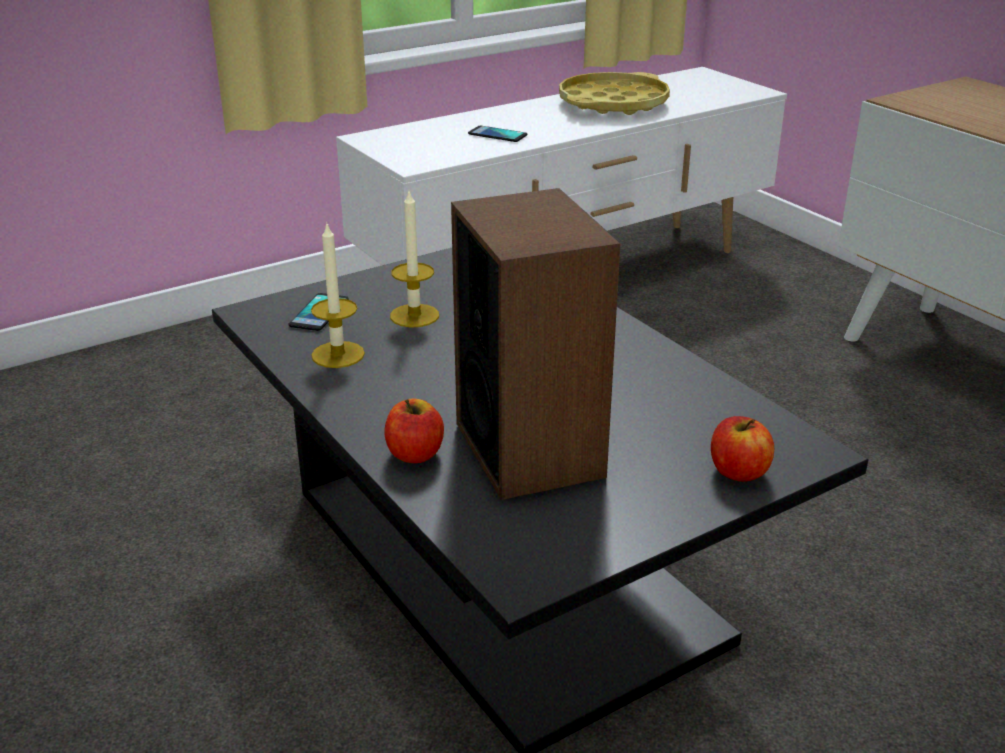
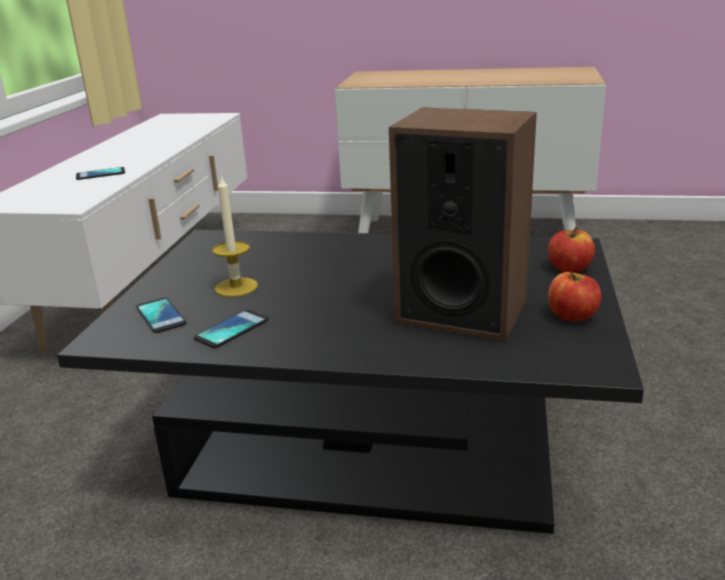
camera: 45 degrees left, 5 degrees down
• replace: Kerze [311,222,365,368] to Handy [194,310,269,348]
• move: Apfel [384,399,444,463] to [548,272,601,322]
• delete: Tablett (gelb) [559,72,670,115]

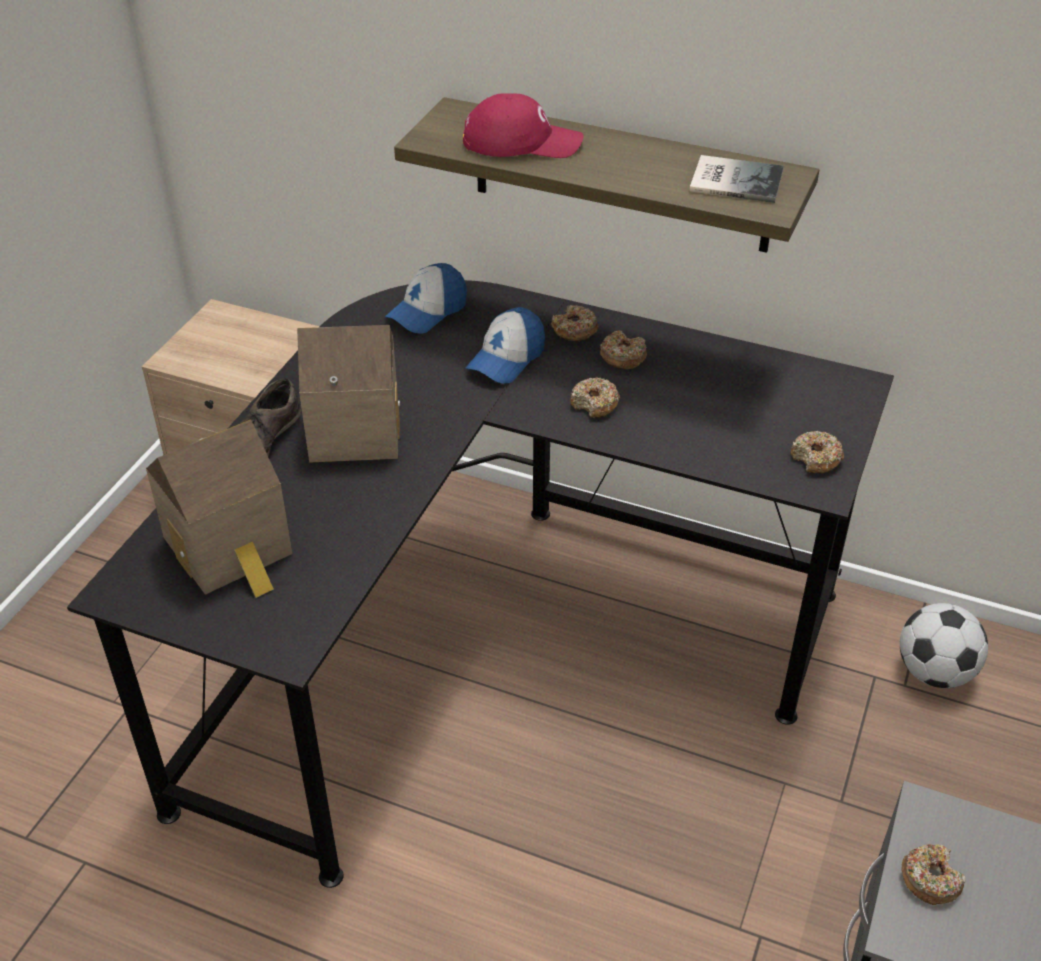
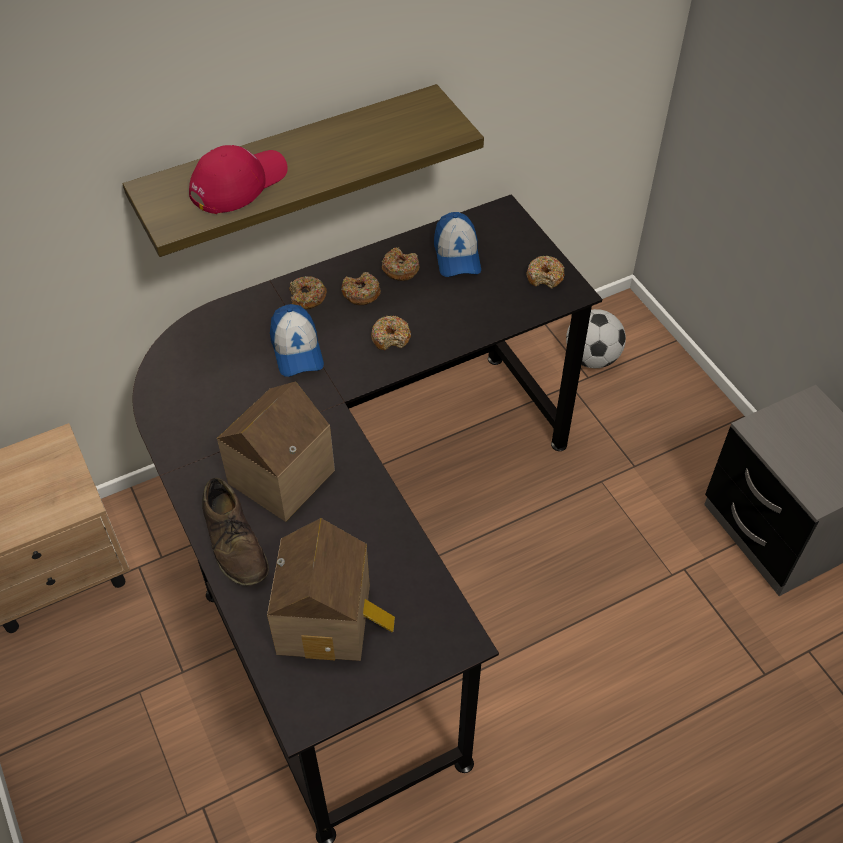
camera: 50 degrees left, 10 degrees up
• move: Donut [901,844,966,905] to [381,247,420,281]
• move: Kappe [385,263,467,334] to [434,212,481,277]
• delete: Buch [689,155,784,203]

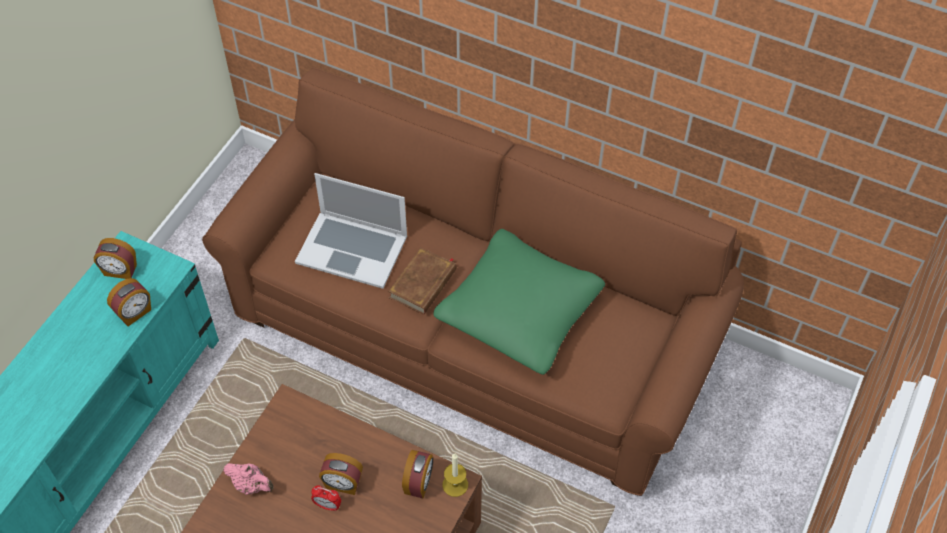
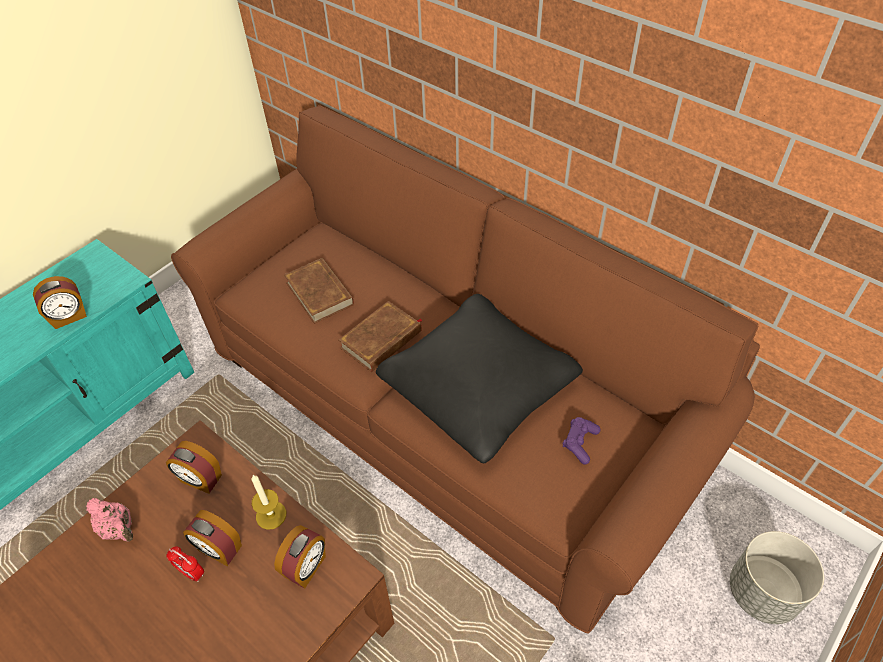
camera: 15 degrees right, 5 degrees down
• move: Wecker [94,238,137,279] to [166,441,222,494]
• move: Kerze [442,453,468,497] to [251,475,286,530]
• replace: Laptop [295,173,407,289] to Buch (braun) [284,258,354,324]
• recolor: Kissen (grün) [433,229,605,375] to Kissen (schwarz) [376,294,583,463]
• insert: Gamepad (lila) [562,417,601,465]
• insert: Pflanzkübel (grau) [730,531,824,624]

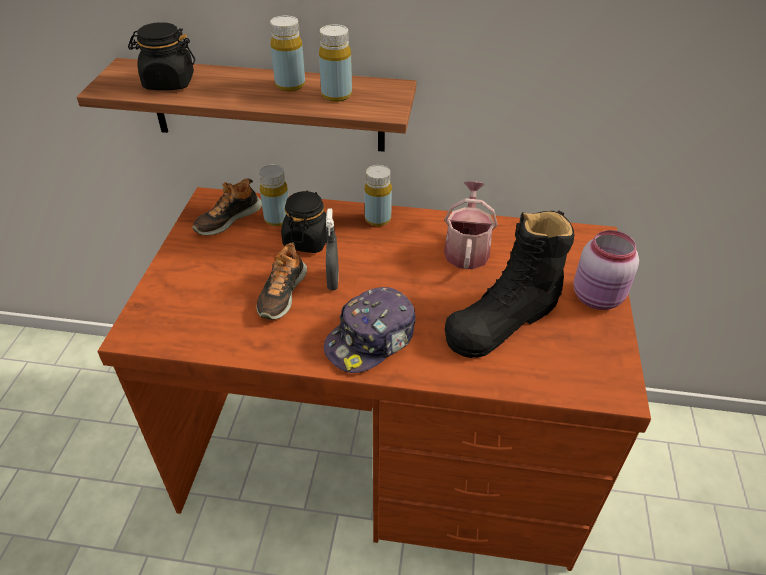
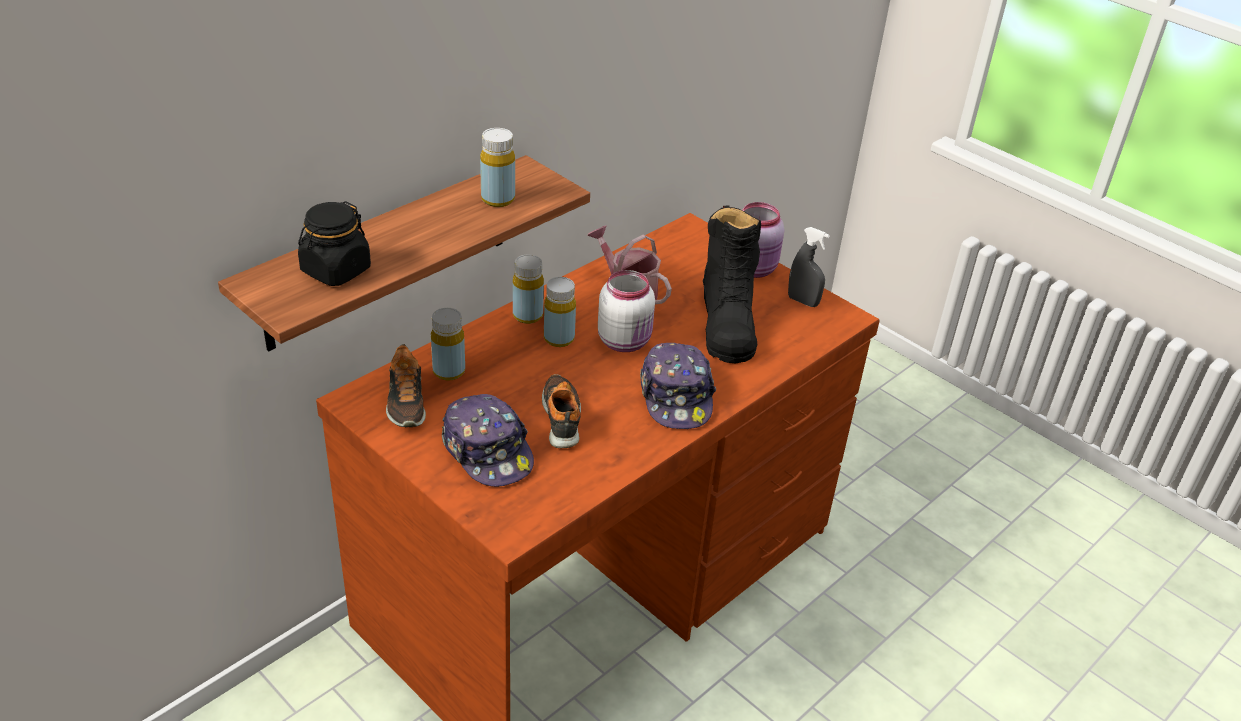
camera: 55 degrees left, 5 degrees down
• insert: Kappe [442,394,534,487]
• rotate: Schuh [257,243,307,320] = [542,374,581,448] 150 degrees counterclockwise
• move: Flasche (gelb) [270,16,305,91] to [544,277,576,347]
• insert: Vorratsglas (weiß) [598,270,655,352]
• move: Sprühflasche (grau) [326,209,339,290] to [788,227,830,307]
• delete: Vorratsglas (schwarz) [281,191,327,253]

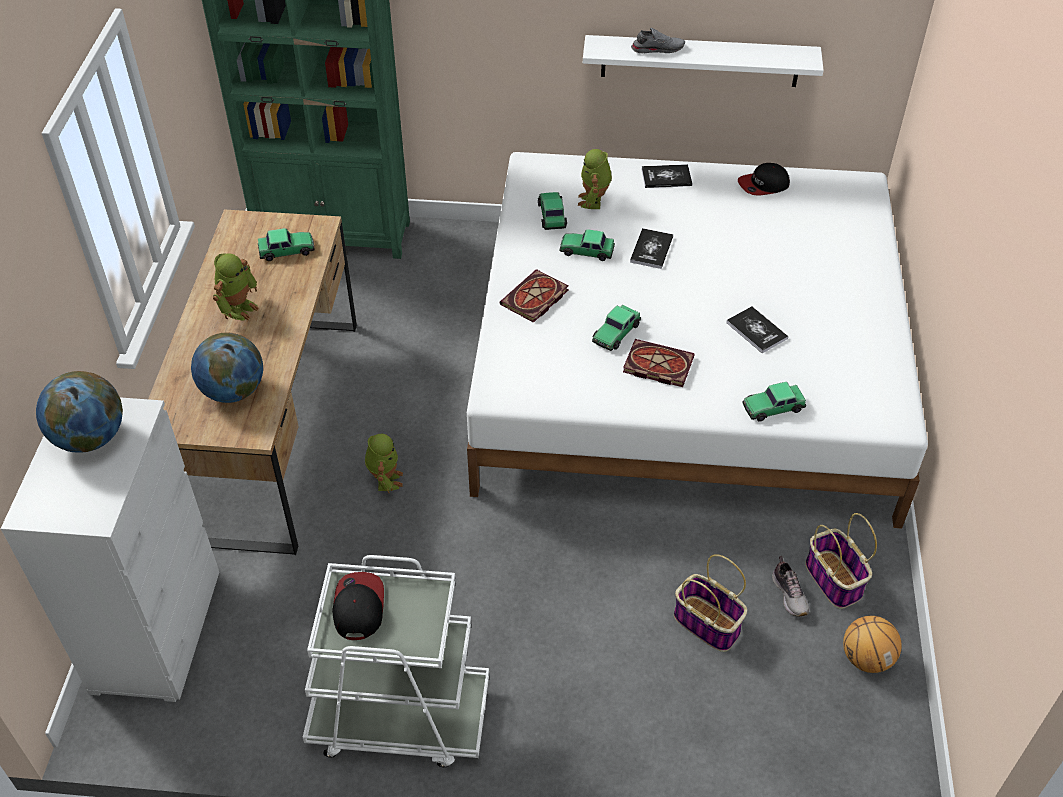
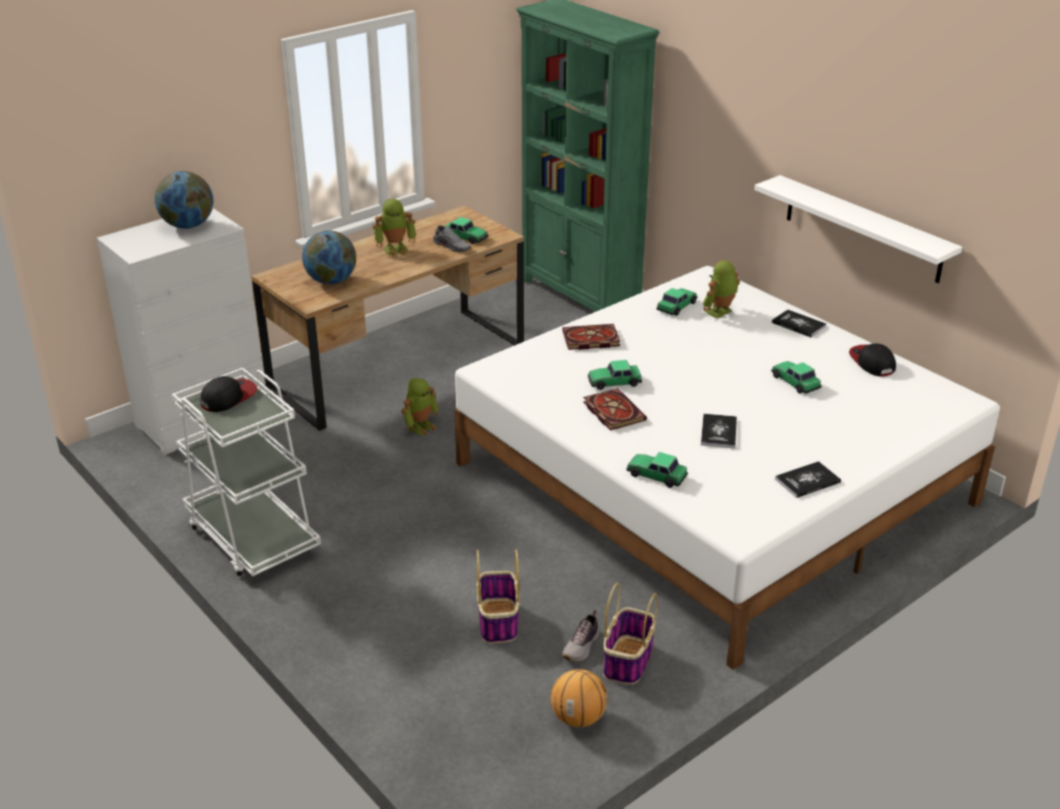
camera: 45 degrees right, 15 degrees down
• move: Schuh (grau) [631,28,685,54] to [433,225,471,252]
• move: Spielzeugauto [560,229,615,261] to [771,361,821,394]
• move: Buch [630,228,673,269] to [775,461,841,498]
• rotate: Kappe [738,163,790,196] = [849,343,896,377] 45 degrees clockwise

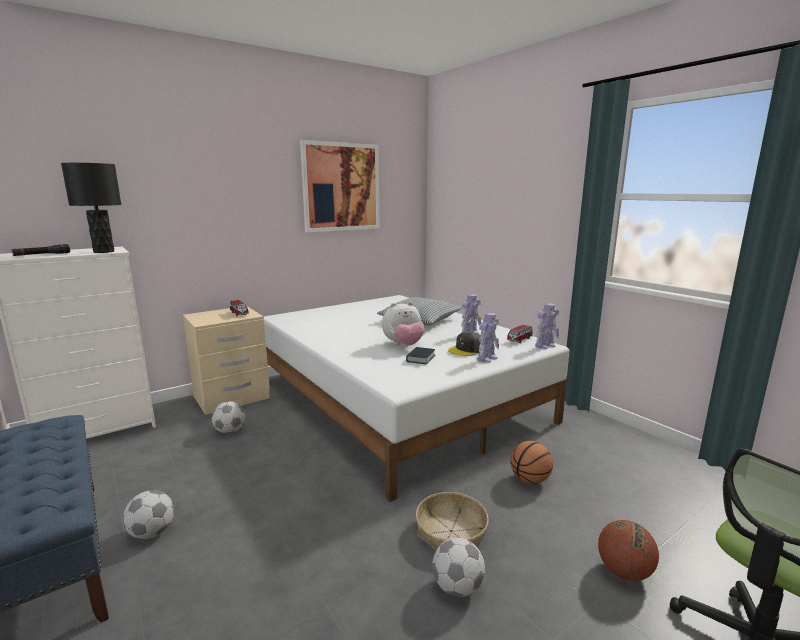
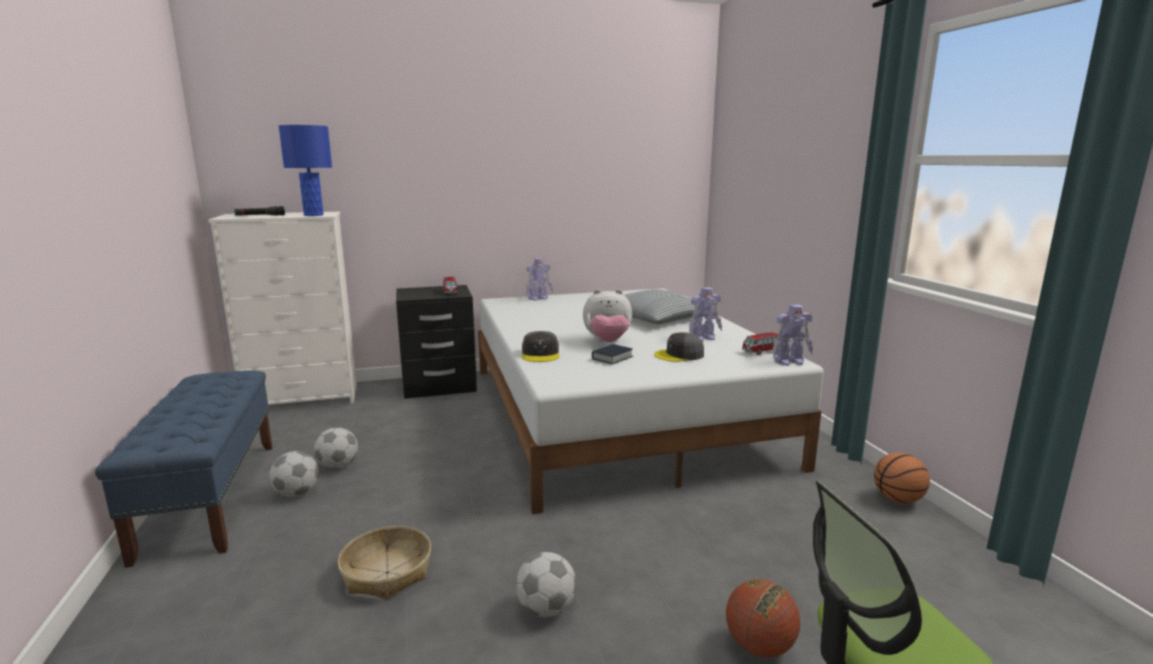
camera: 20 degrees right, 0 degrees up
• recolor: Tischlampe (schwarz) [61,163,121,253] to Tischlampe (blau) [279,125,332,216]
• move: Fußball [212,401,245,434] to [314,427,358,469]
• move: Korb [416,492,489,550] to [338,526,431,600]
• recolor: Nachttisch (beige) [183,306,270,415] to Nachttisch (schwarz) [396,285,477,399]
• insert: Kappe (grau) [522,331,559,362]
• move: Spielzeugroboter [477,313,499,363] to [526,258,554,301]
• move: Basketball [510,441,553,484] to [874,453,930,504]
• delete: Bild [300,140,380,232]

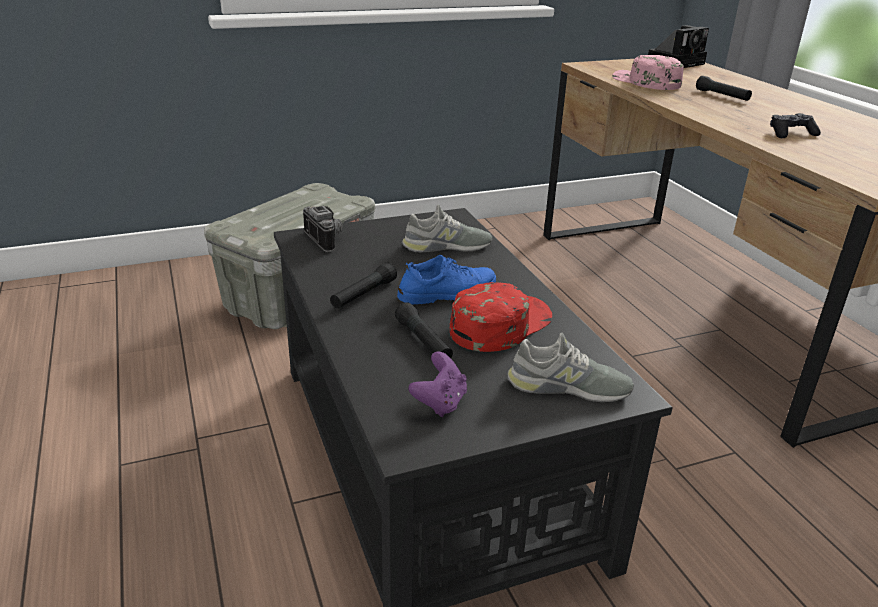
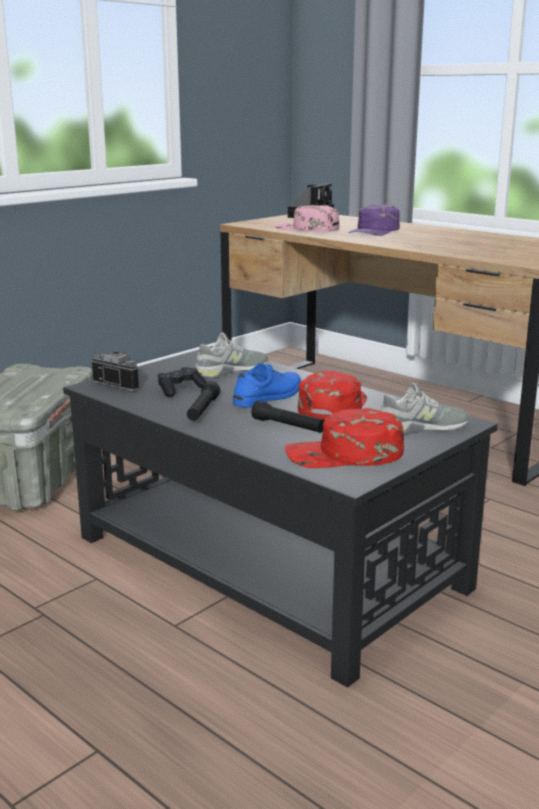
camera: 25 degrees left, 10 degrees down
• move: Gamepad (schwarz) [770,113,821,138] to [158,367,207,397]
• replace: Gamepad (lila) [408,352,467,417] to Kappe (rot) [285,408,404,468]
• replace: Taschenlampe (schwarz) [696,76,752,101] to Kappe (lila) [348,204,400,236]

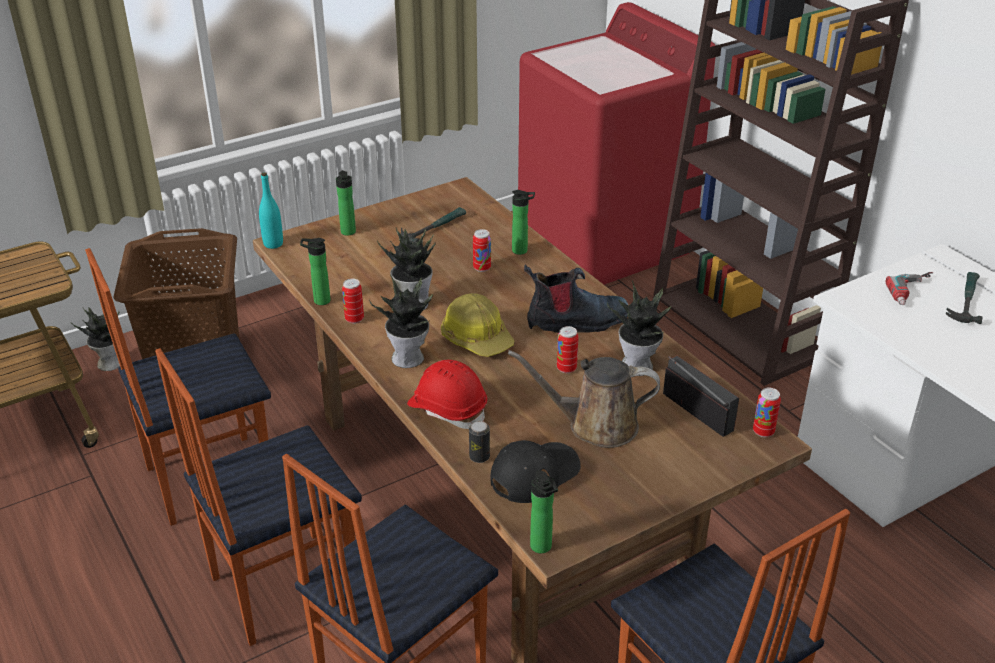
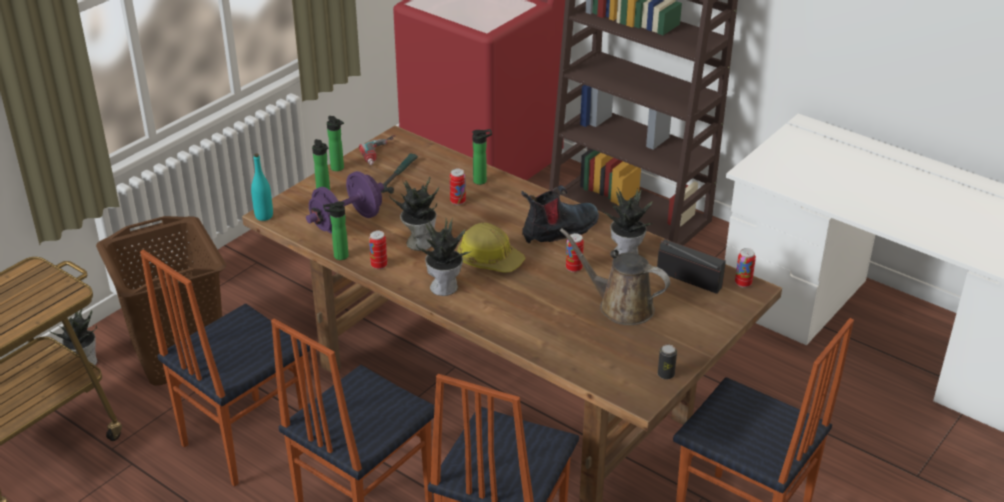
camera: 20 degrees left, 0 degrees up
• insert: Hantel (lila) [306,171,384,234]
• move: Flasche [530,470,558,553] to [327,116,344,171]
• move: Bohrmaschine [886,272,933,305] to [359,135,396,165]
• rotate: Gießkanne (braun) [508,350,660,448] = [560,228,670,325] 45 degrees clockwise
• move: Dose [469,421,490,463] to [658,345,677,379]
• delete: Schutzhelm (rot) [407,360,487,429]
• delete: Kappe (schwarz) [490,440,581,503]
• delete: Hammer [946,272,983,324]

